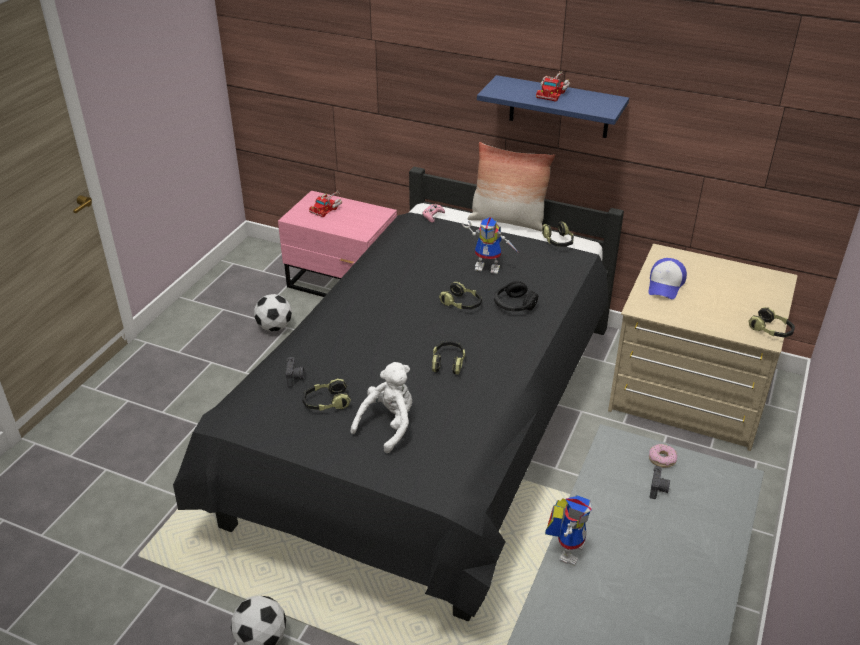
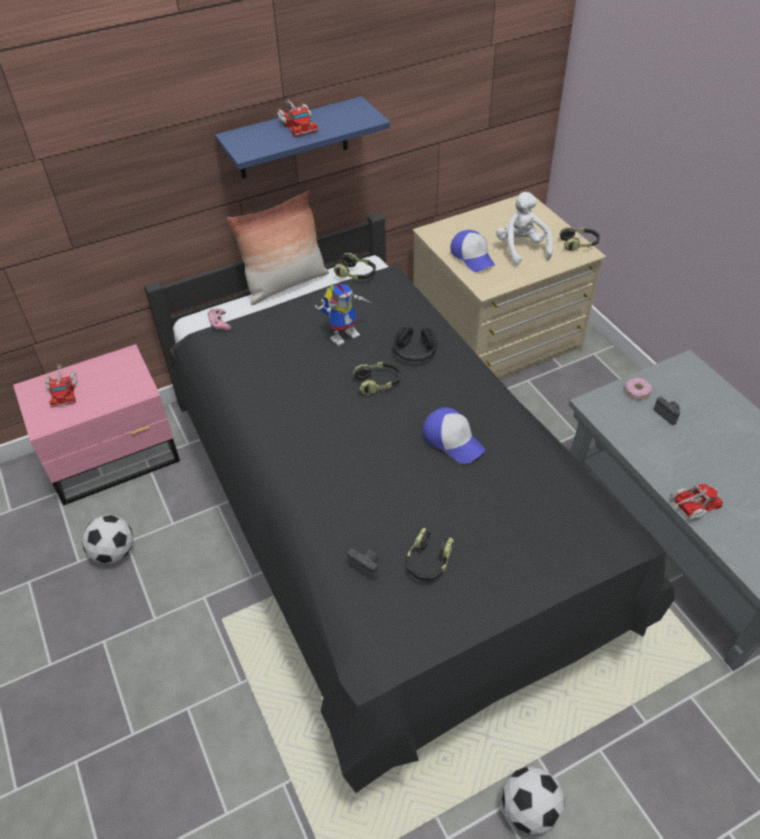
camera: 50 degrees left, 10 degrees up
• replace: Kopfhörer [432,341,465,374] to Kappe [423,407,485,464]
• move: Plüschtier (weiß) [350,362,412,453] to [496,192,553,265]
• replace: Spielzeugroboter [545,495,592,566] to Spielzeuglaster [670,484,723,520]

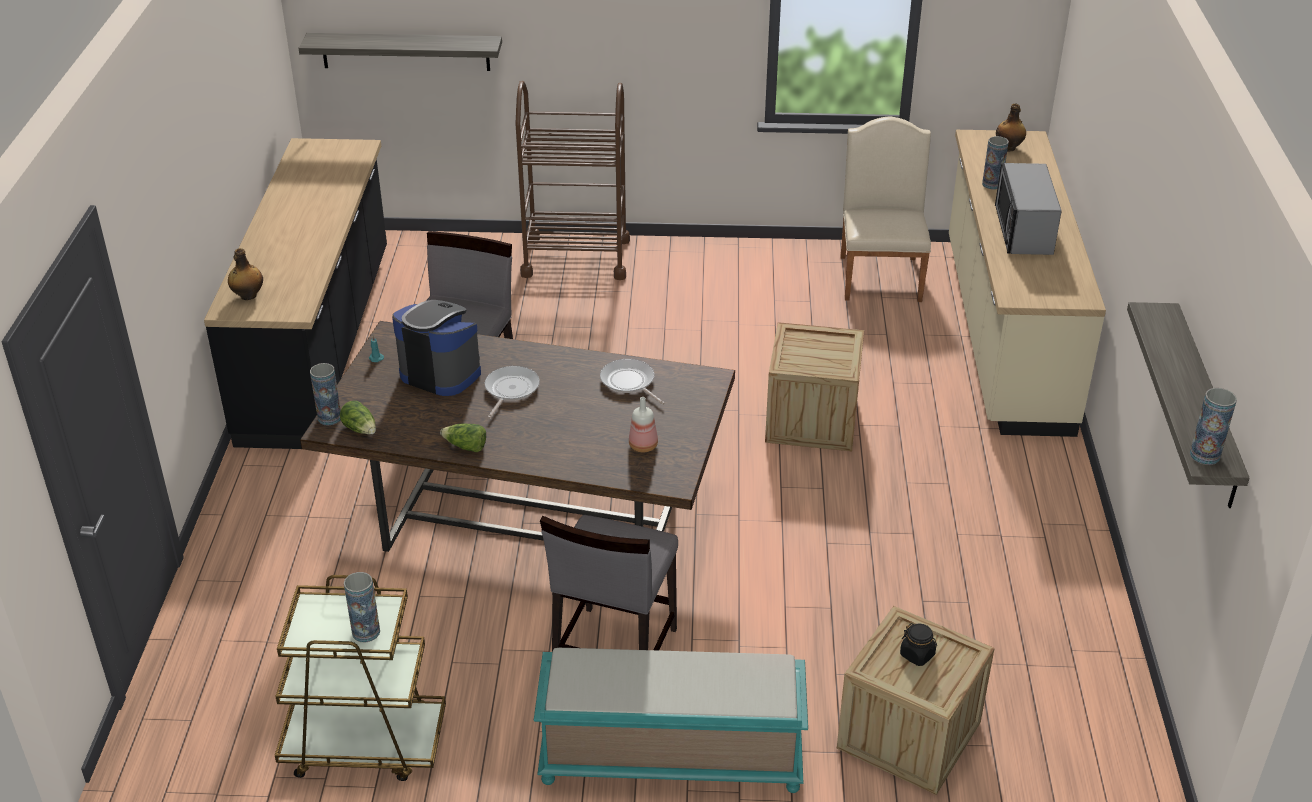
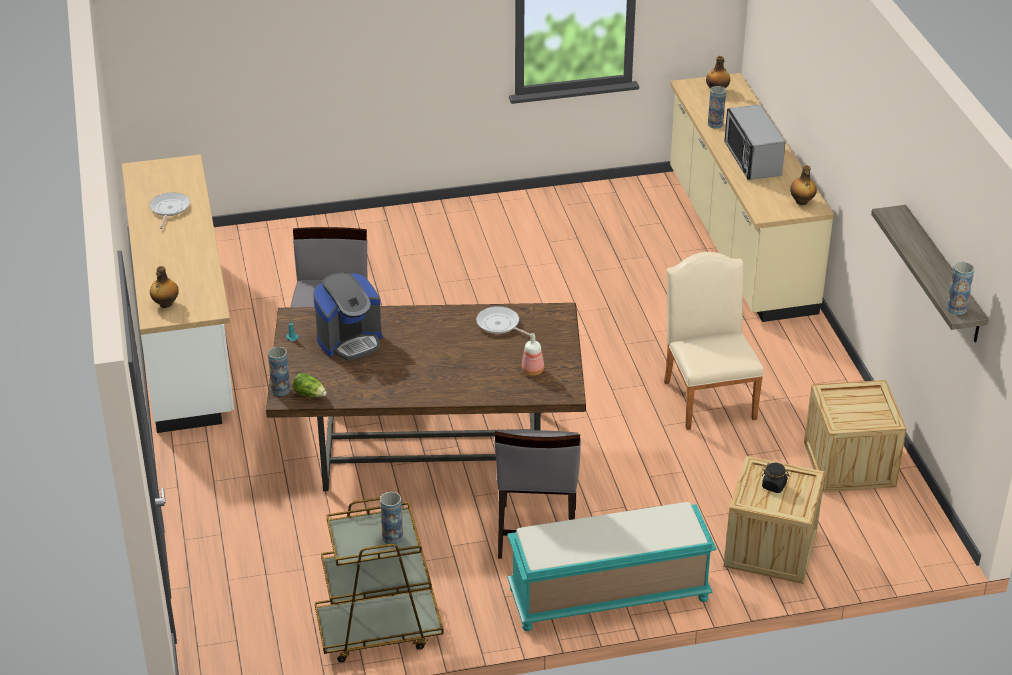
camera: 15 degrees left, 0 degrees up
• recolor: Küchenzeile (schwarz) [204,138,387,449] to Küchenzeile (weiß) [122,154,234,433]
• move: Pfanne [485,366,540,419] to [150,192,190,229]
• rotate: Kaffeemaschine [392,300,481,396] = [313,272,382,360] 135 degrees clockwise
• move: Stuhl (beige) [840,117,931,302] to [664,252,764,430]
• insert: Flasche [790,165,817,205]
• move: Kiste [765,322,864,451] to [804,380,906,492]
• delete: Wandregal [298,33,502,71]
• delete: Salatkopf [440,423,486,452]
• delete: Rollwagen (braun) [515,81,630,280]

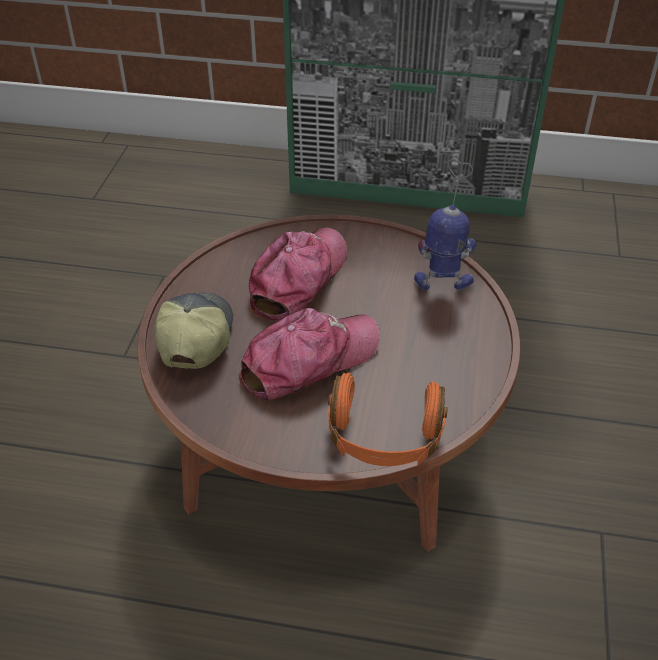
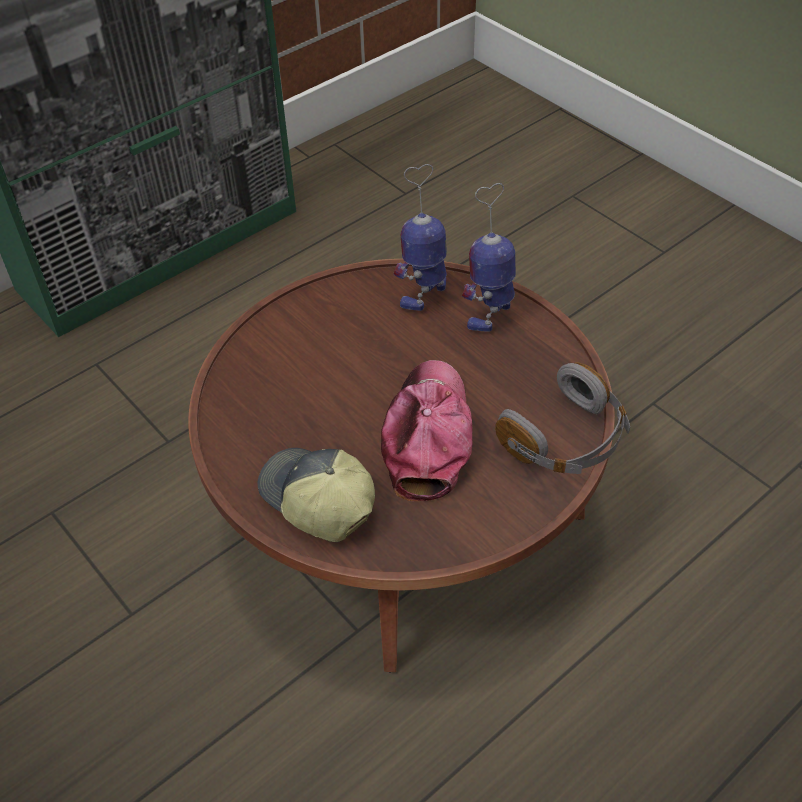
camera: 50 degrees left, 5 degrees up
• insert: Spielzeugroboter [462,183,516,332]
• recolor: Kopfhörer (orange) [328,372,448,466] to Kopfhörer (grau) [495,362,630,474]
• delete: Kappe [249,228,347,321]

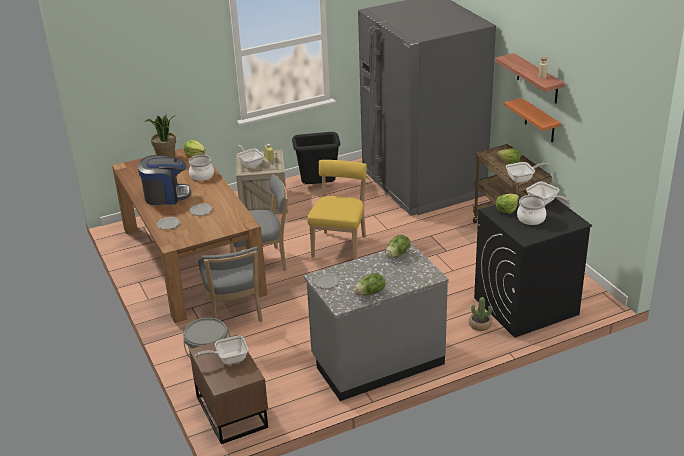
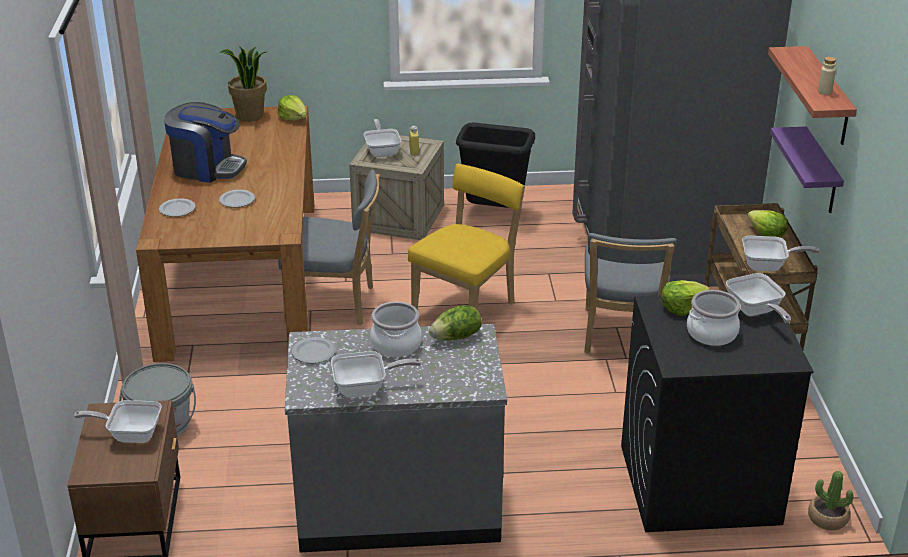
camera: 20 degrees right, 0 degrees up
• replace: Salatkopf [354,273,386,296] to Pfanne [331,351,421,397]
• move: Kochtopf [189,155,214,181] to [370,302,422,357]
• move: Stuhl (grau) [198,247,263,323] to [584,233,677,353]
• recolor: Wandregal (orange) [504,98,561,142] to Wandregal (lila) [770,127,844,213]
• move: Topfpflanze [469,297,492,331] to [808,471,853,530]

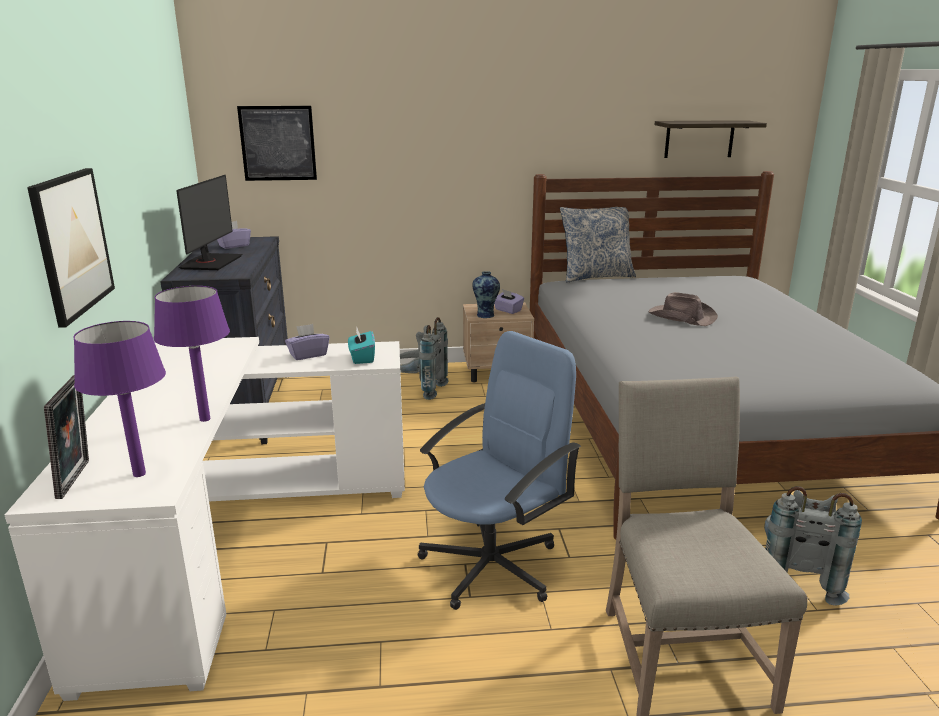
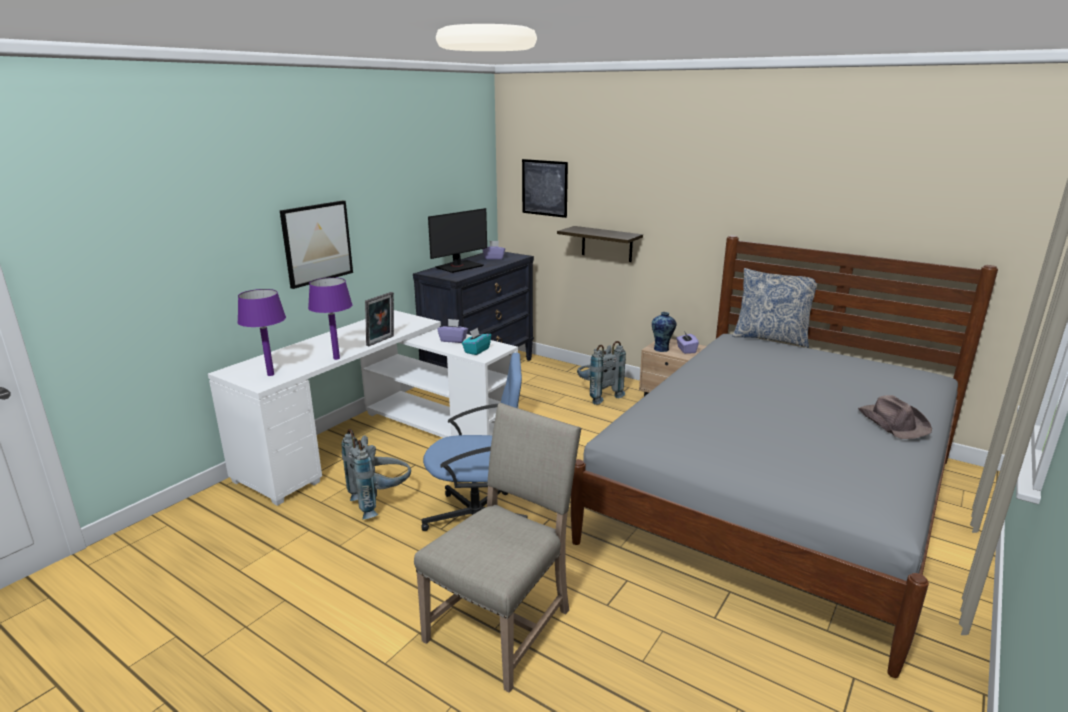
camera: 40 degrees right, 0 degrees up
• move: Rucksack (grau) [764,486,862,606] to [341,429,411,520]
• move: Bilderrahmen [44,375,89,499] to [365,292,394,347]
• move: Wandregal [655,120,767,158] to [557,226,643,262]
• move: Hut (braun) [649,292,718,326] to [858,395,932,439]

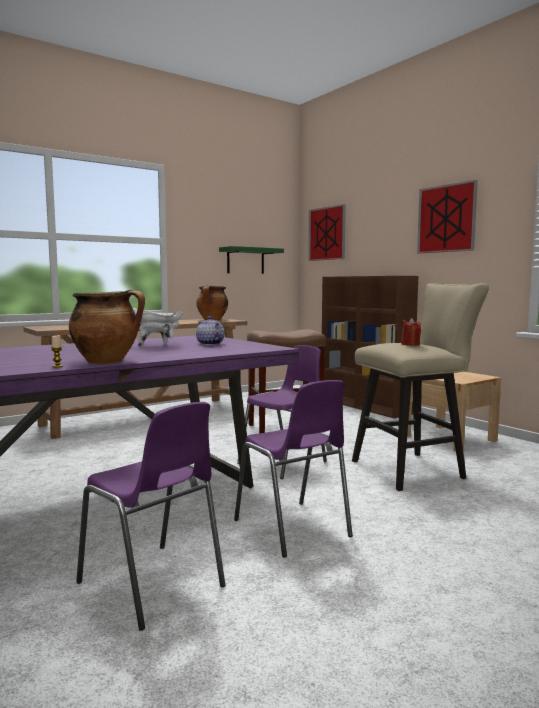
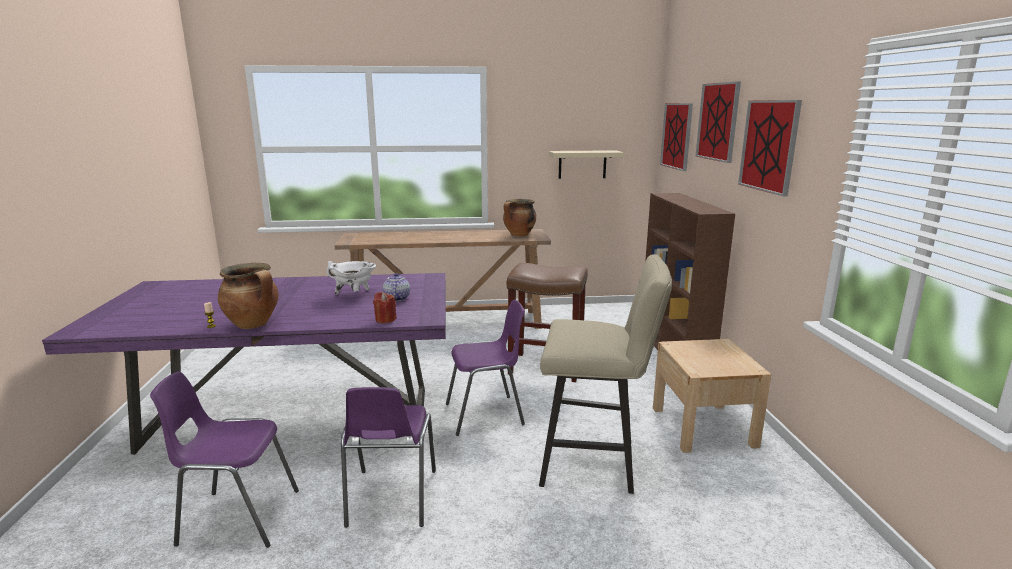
camera: 30 degrees right, 10 degrees up
• rotate: Stuhl (lila) [76,402,225,631] = [150,371,299,548] 105 degrees clockwise
• move: Kerze (rot) [401,318,421,346] to [373,292,397,323]
• recolor: Wandregal (grün) [219,246,284,274] to Wandregal (beige) [549,150,624,179]
• insert: Bild [695,81,741,163]

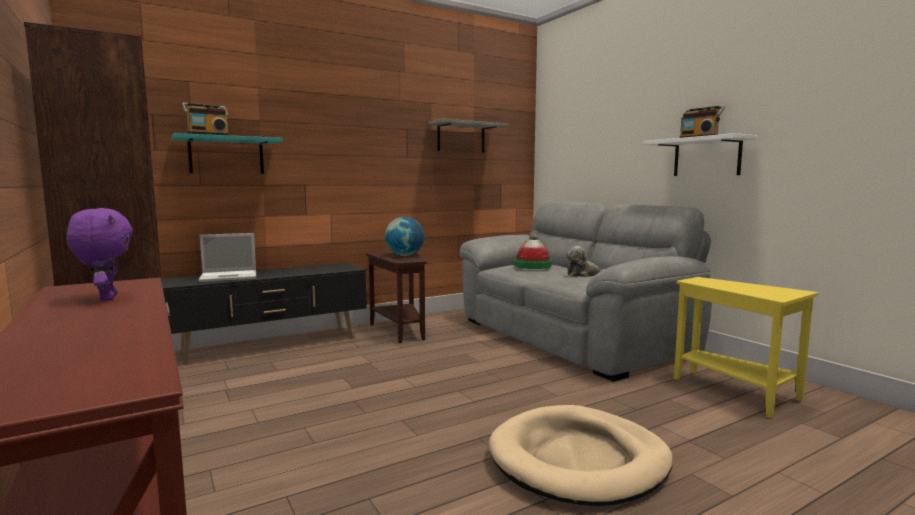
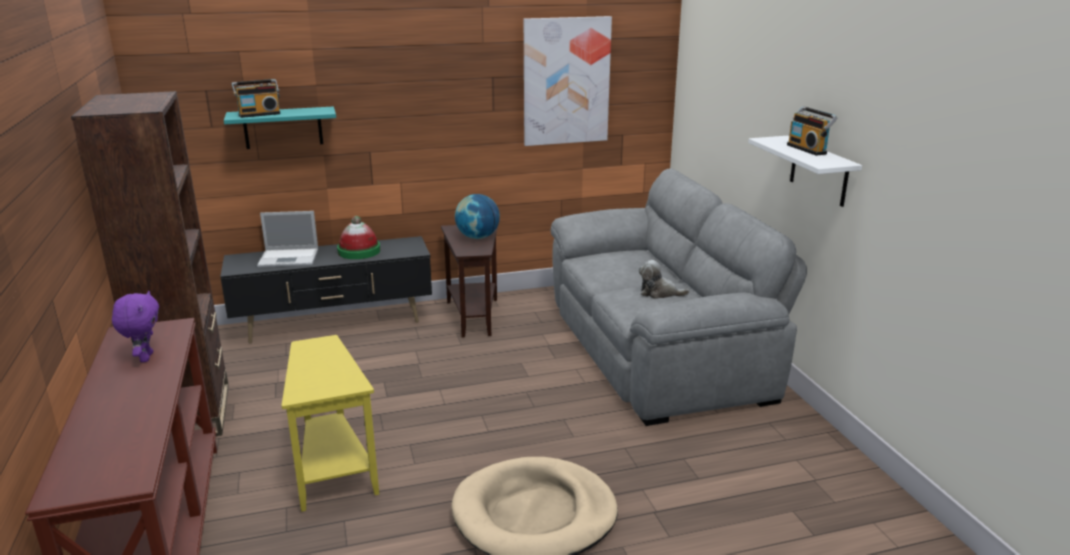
camera: 15 degrees right, 15 degrees up
• move: Beistelltisch (gelb) [674,277,819,418] to [281,335,379,512]
• move: Hut [514,233,551,269] to [337,216,380,259]
• replace: Wandregal (grau) [428,119,508,153] to Bild [524,16,612,146]

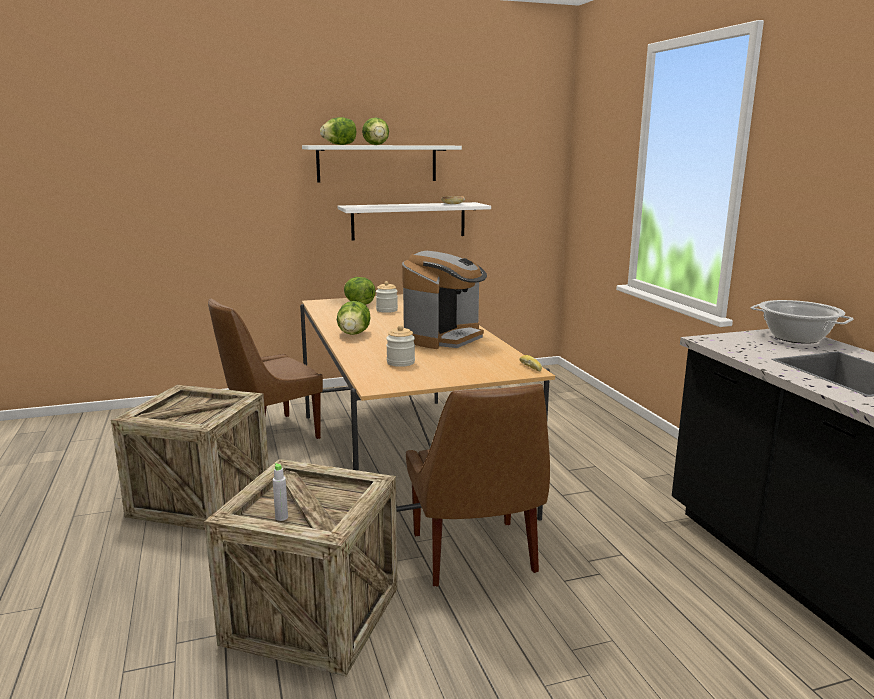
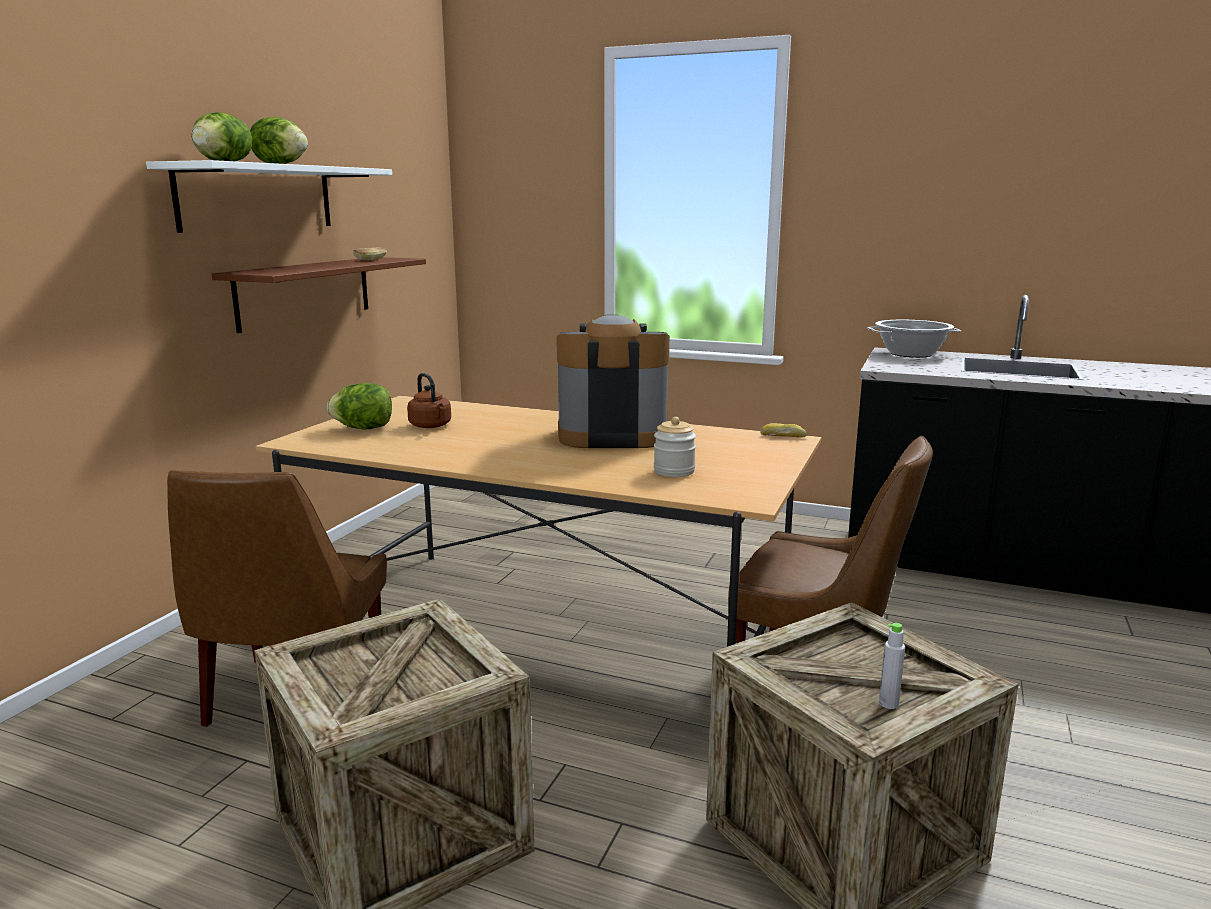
camera: 50 degrees left, 0 degrees up
• recolor: Wandregal (weiß) [338,202,491,240] to Wandregal (braun) [212,257,426,333]
• replace: Vorratsglas [376,281,398,313] to Wasserkessel (braun) [407,373,451,428]
• rotate: Kaffeemaschine [402,251,487,349] = [556,315,670,448] 75 degrees counterclockwise
• delete: Salatkopf [337,301,370,335]

